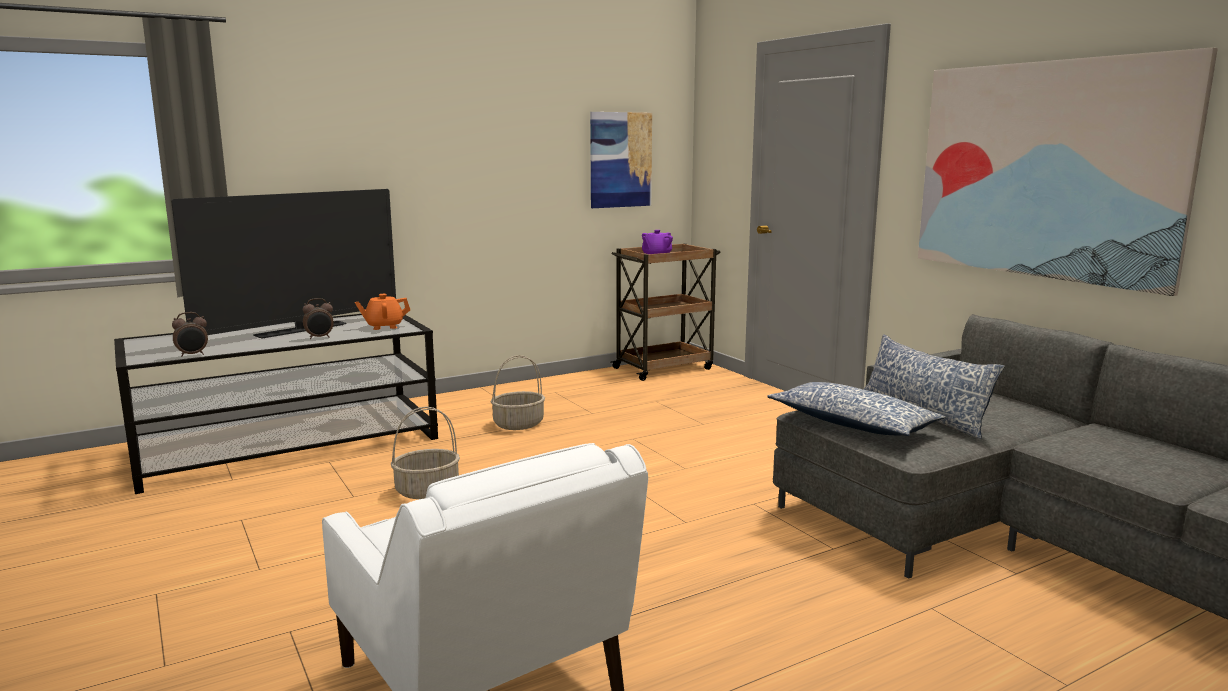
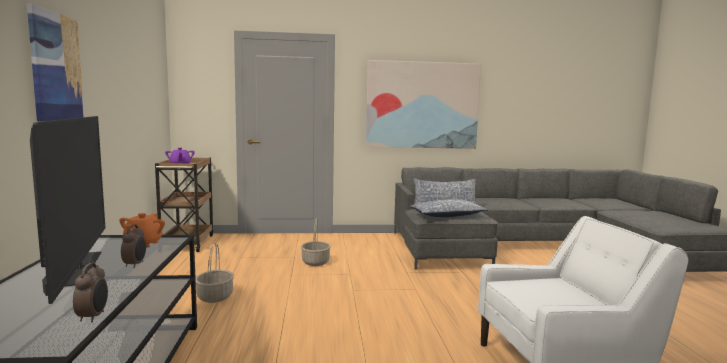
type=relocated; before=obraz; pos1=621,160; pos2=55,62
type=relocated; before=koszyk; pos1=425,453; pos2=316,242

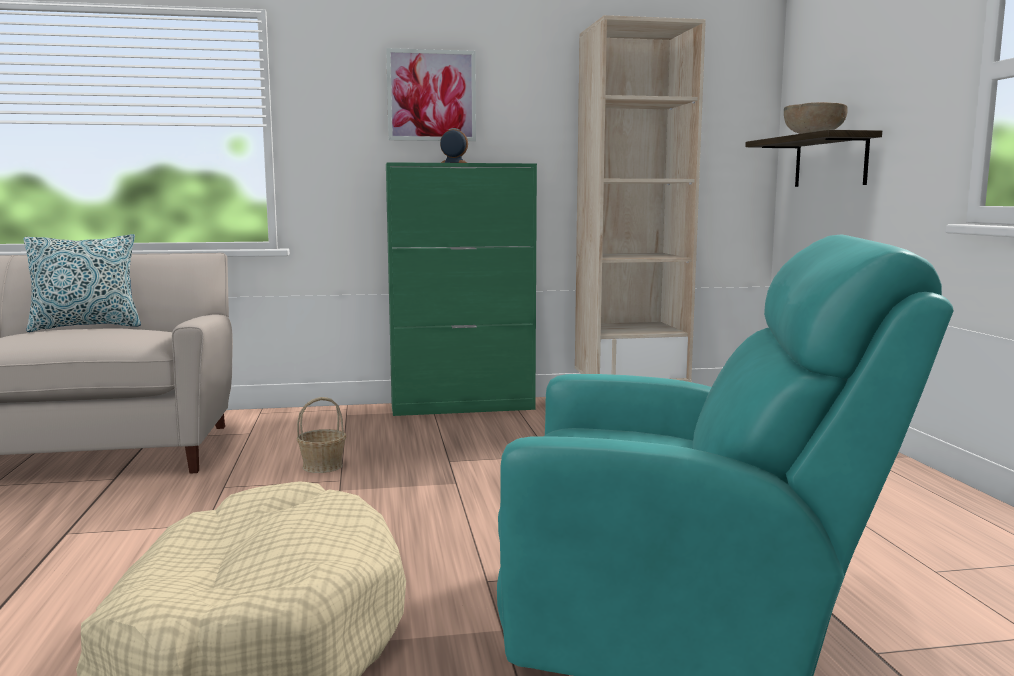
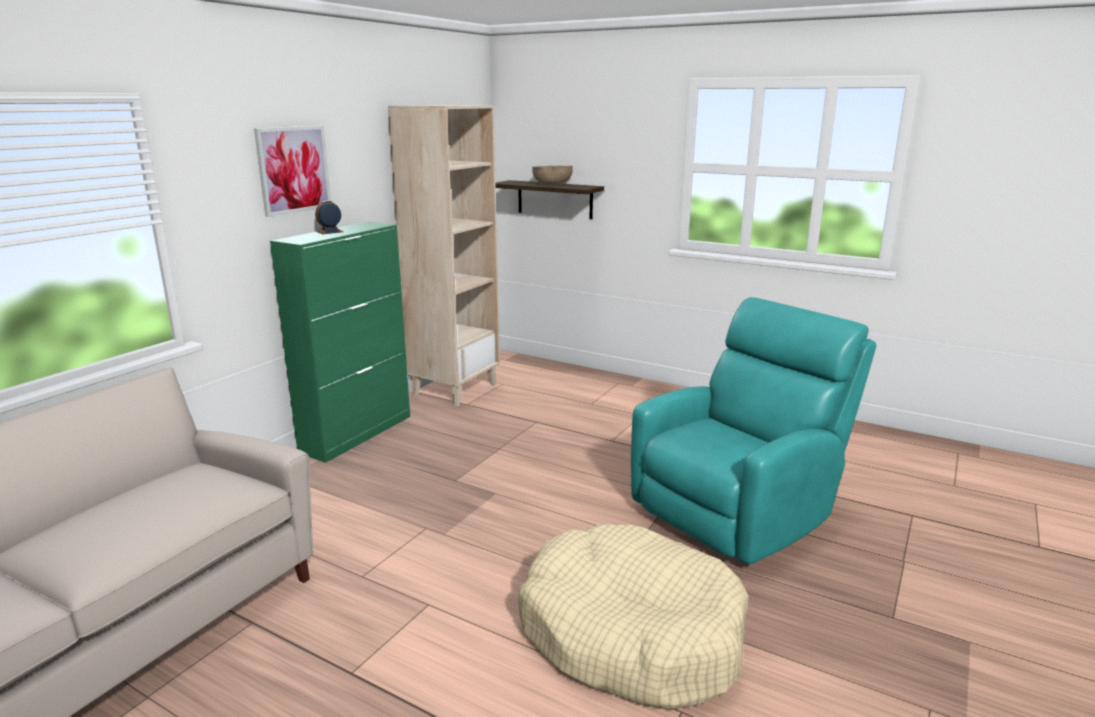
type=missing; before=poduszka; pos1=82,283
type=missing; before=koszyk; pos1=322,435

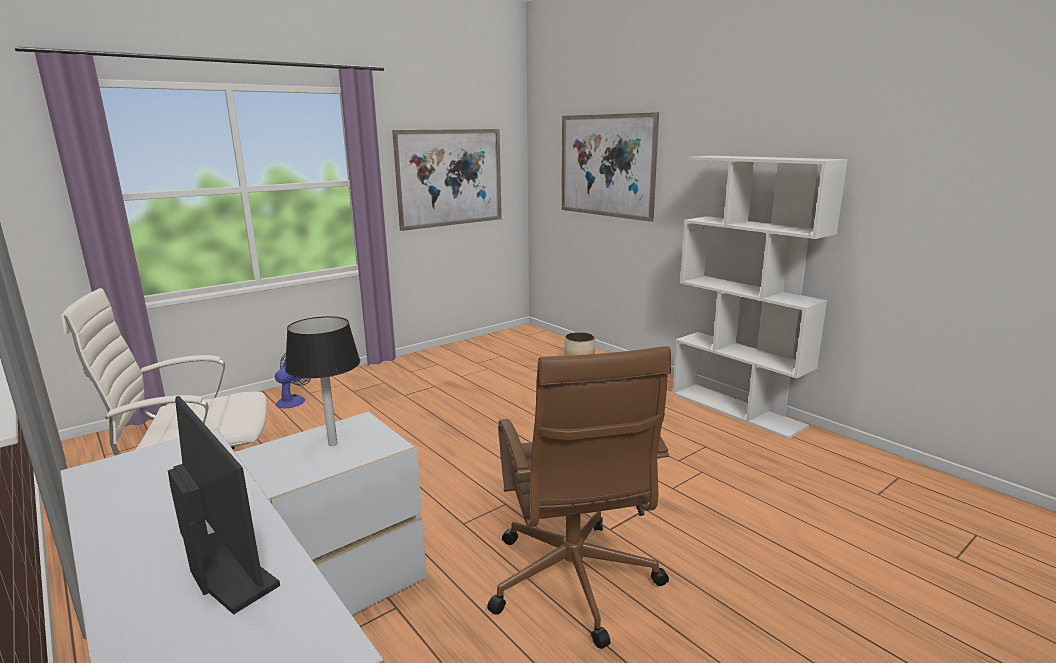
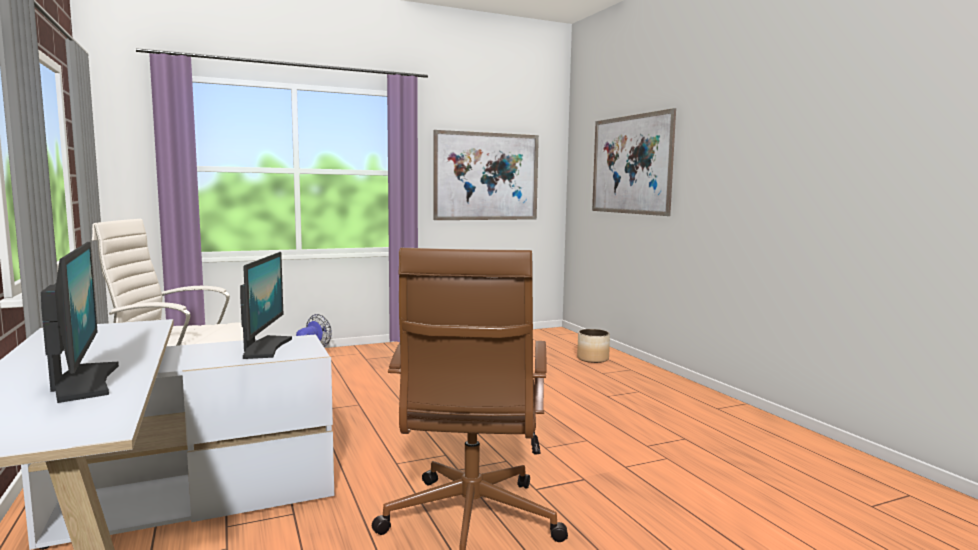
type=missing; before=regał/biały; pos1=760,297
type=exchanged; before=lampa stołowa/czarny; after=monitor; pos1=322,381; pos2=266,305

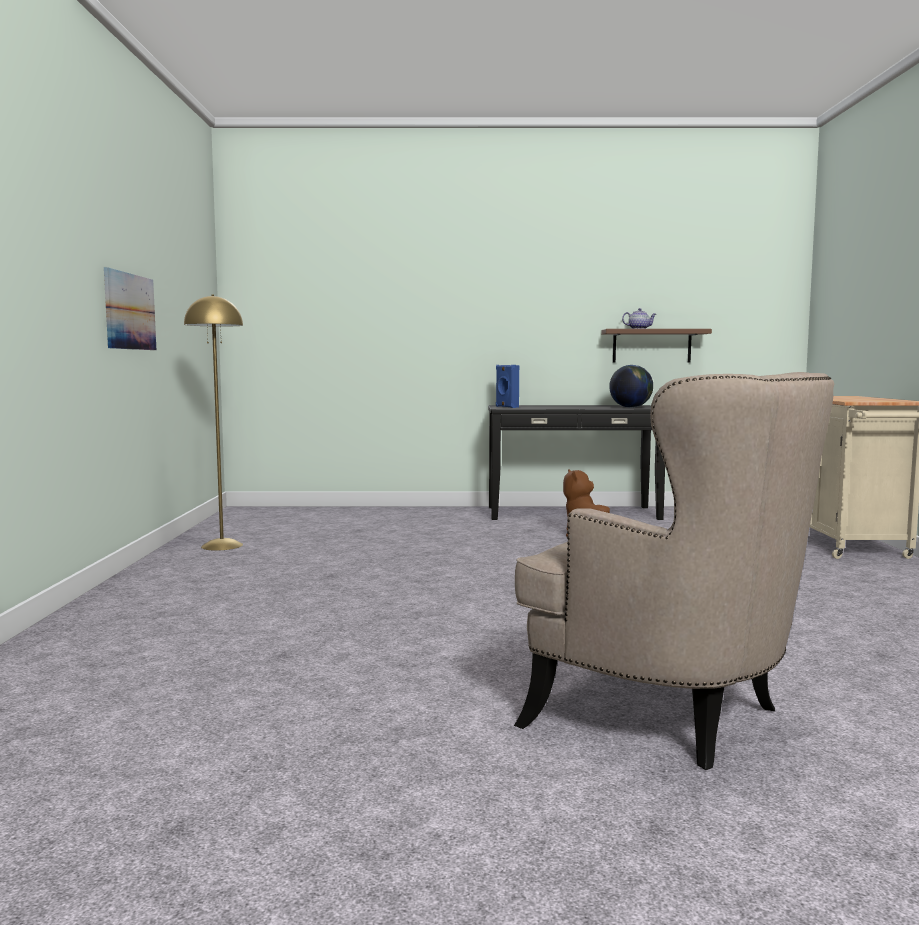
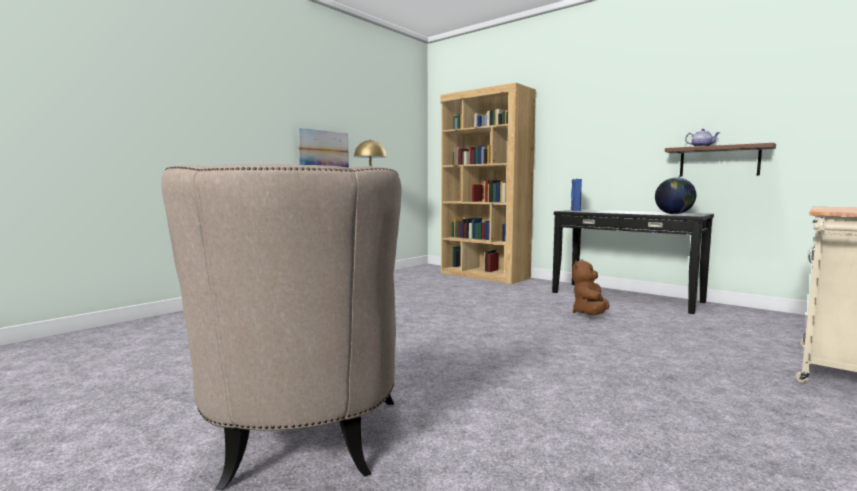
type=appeared; after=regał/brązowy; pos2=488,183

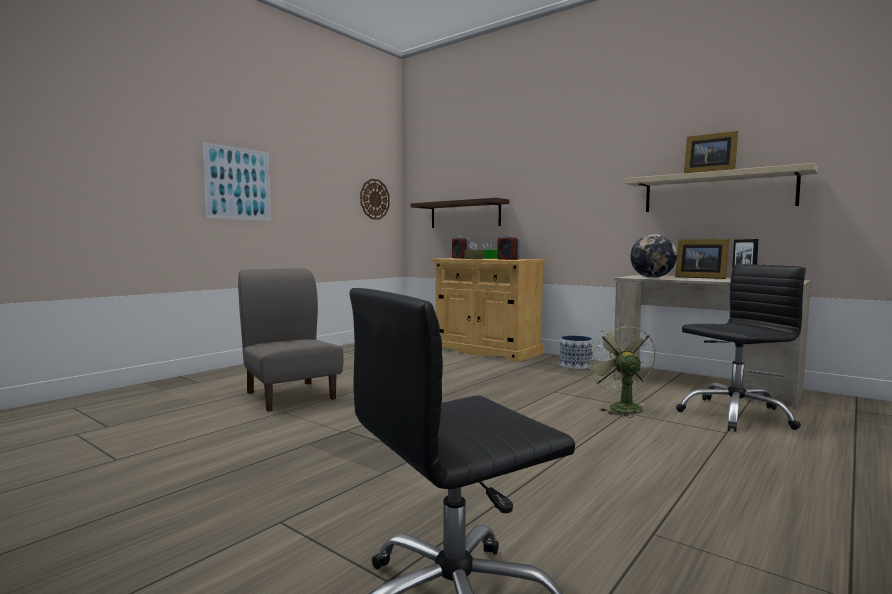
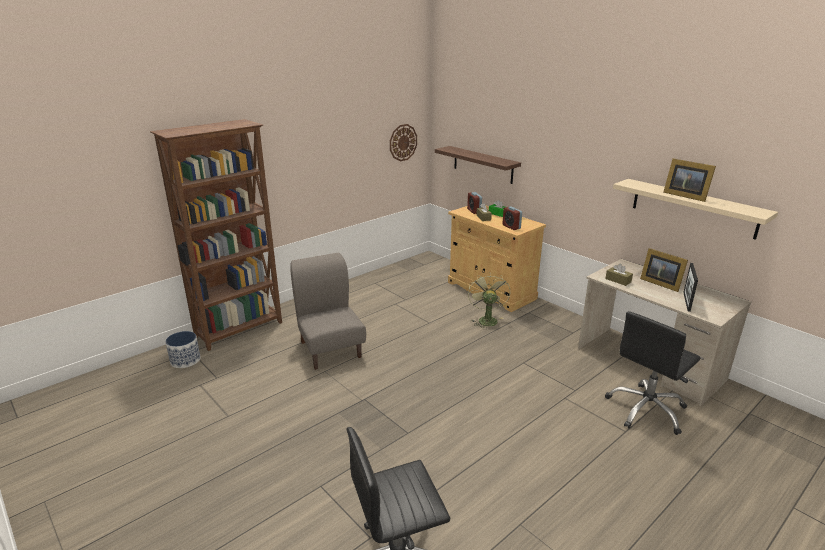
type=missing; before=obraz; pos1=236,181
type=exchanged; before=globus; after=pudełko chusteczek/brązowy; pos1=653,256; pos2=619,275
type=spun; before=krzesło biurowe/czarny; pos1=741,347; pos2=652,373; turn=150
type=relocated; before=wentylator/zielony; pos1=621,370; pos2=489,300
type=relocated; before=donica; pos1=576,352; pos2=182,349
type=appeared; after=regał/brązowy; pos2=216,235

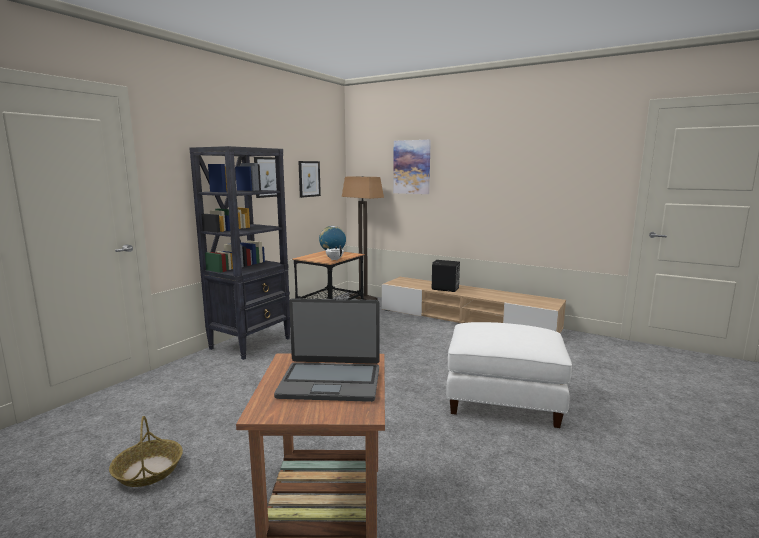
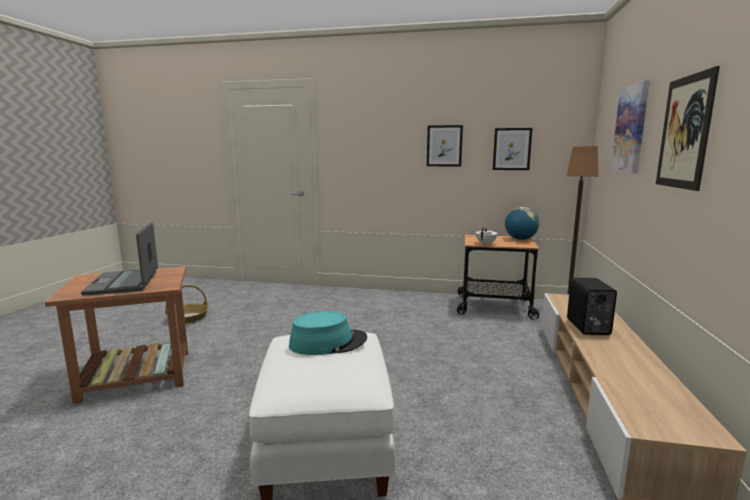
type=missing; before=regał/czarny; pos1=239,253
type=appeared; after=obraz; pos2=688,128
type=appeared; after=kapelusz/turkusowy; pos2=328,333

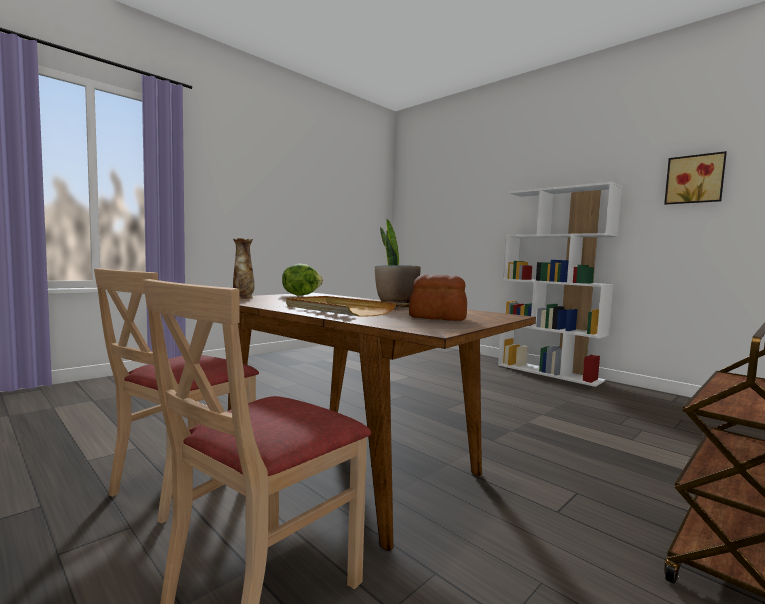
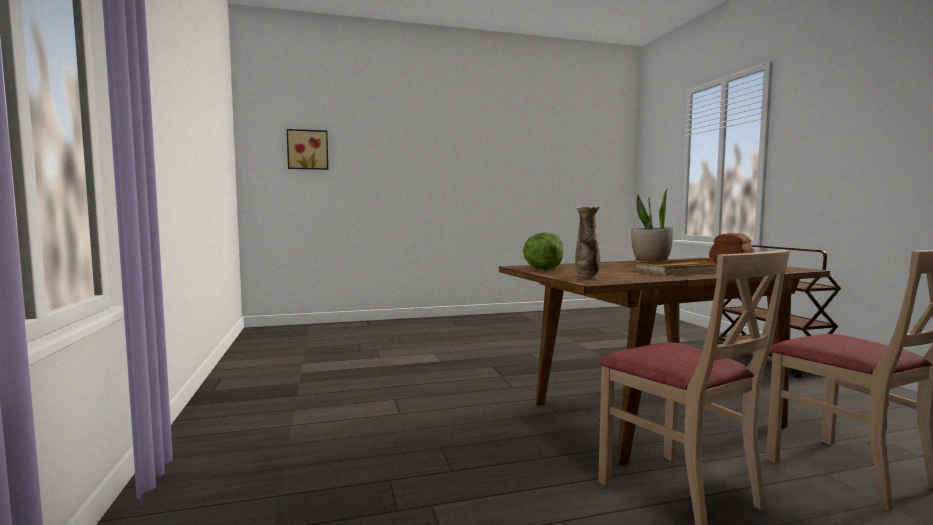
type=relocated; before=obraz; pos1=695,178; pos2=307,149
type=missing; before=regał/biały; pos1=560,284

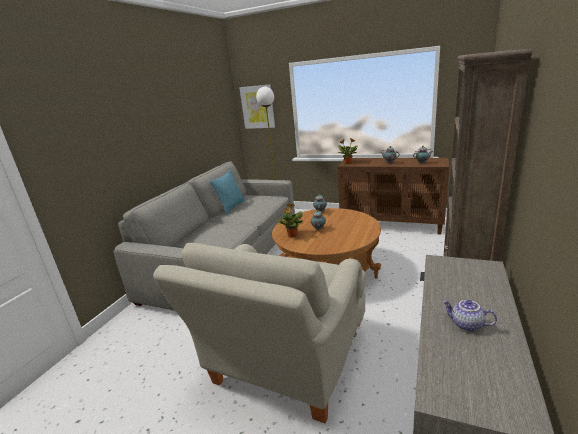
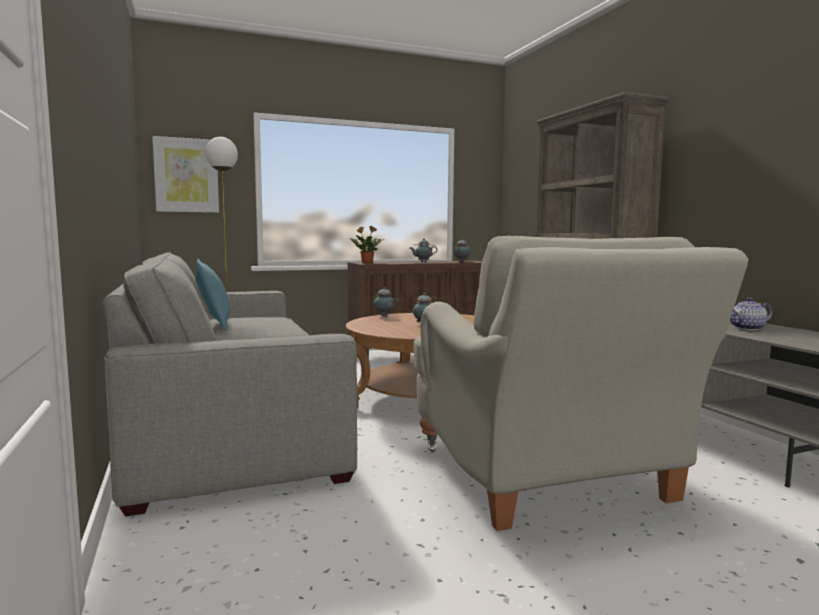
type=missing; before=roślina doniczkowa; pos1=289,220

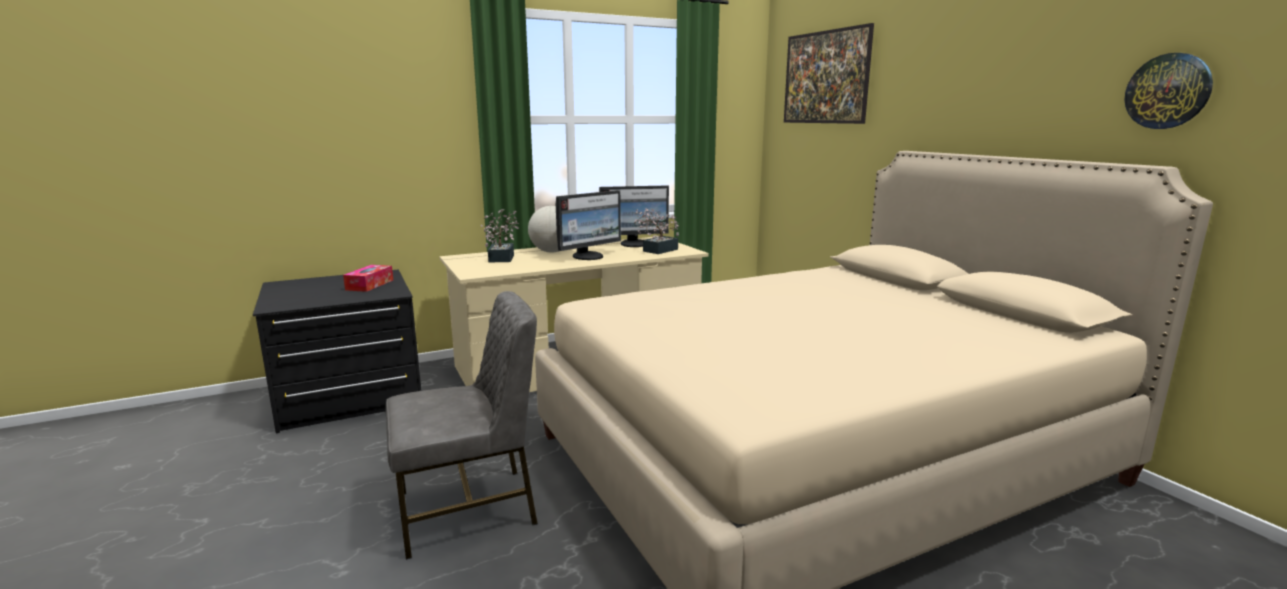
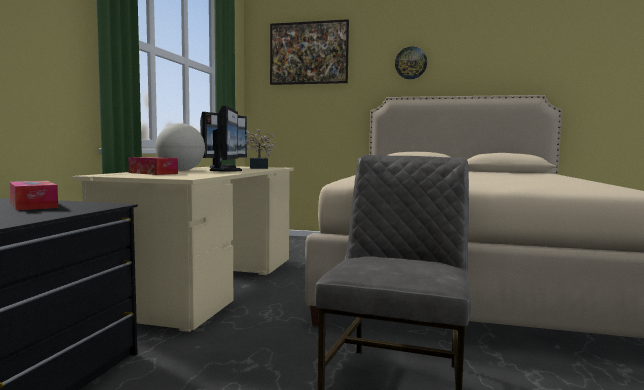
type=relocated; before=zegar ścienny; pos1=1169,91; pos2=411,63
type=exchanged; before=roślina doniczkowa; after=pudełko chusteczek; pos1=500,236; pos2=153,166

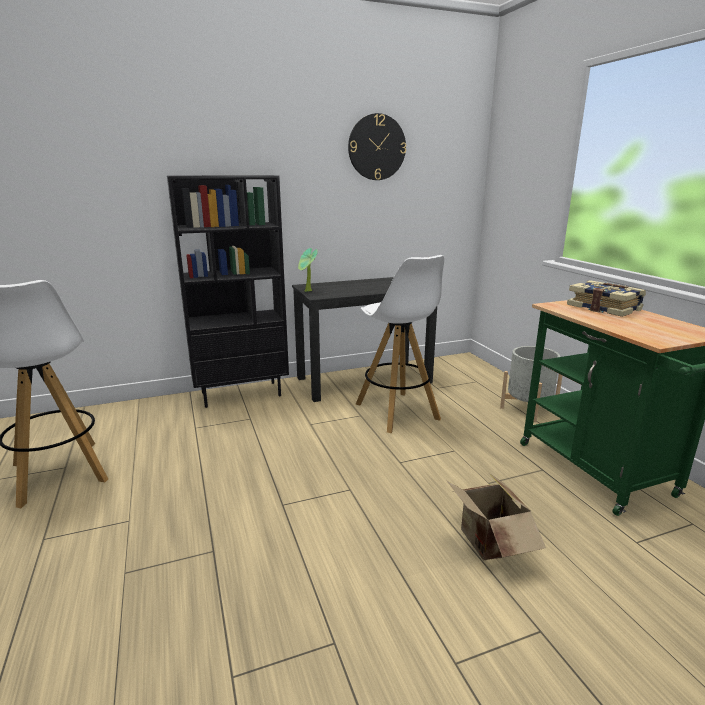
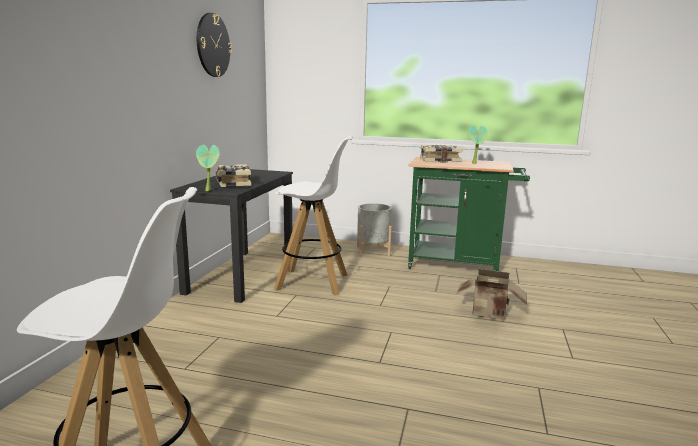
type=missing; before=regał/czarny; pos1=228,291
type=appeared; after=roślina doniczkowa; pos2=478,144
type=appeared; after=książka; pos2=233,175

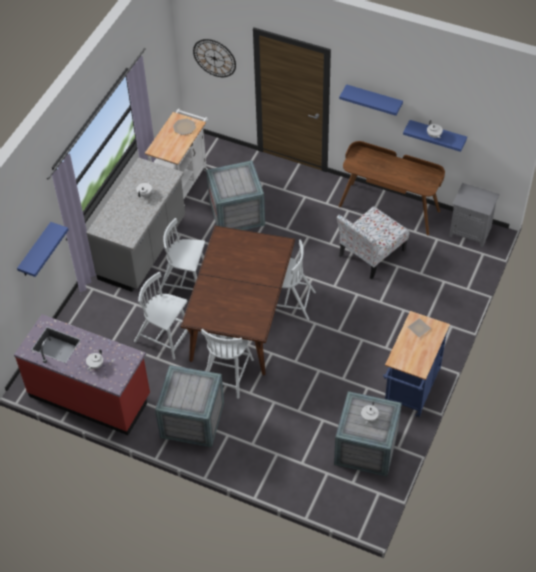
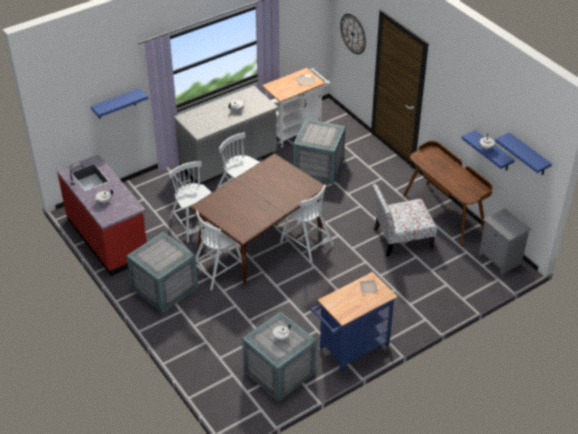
type=relocated; before=półka/niebieski; pos1=371,100; pos2=523,153

